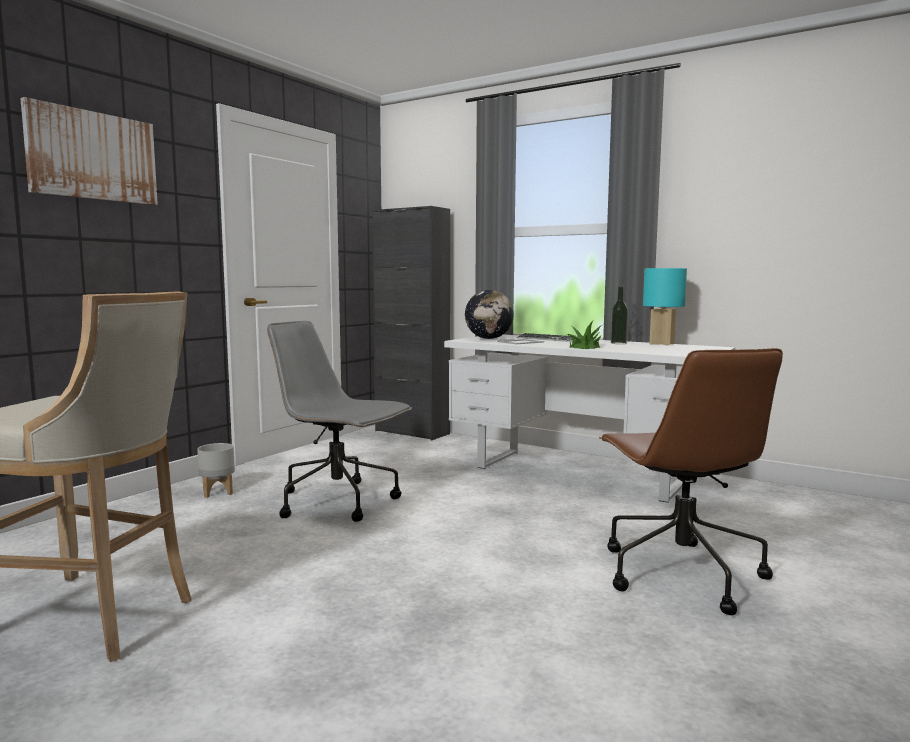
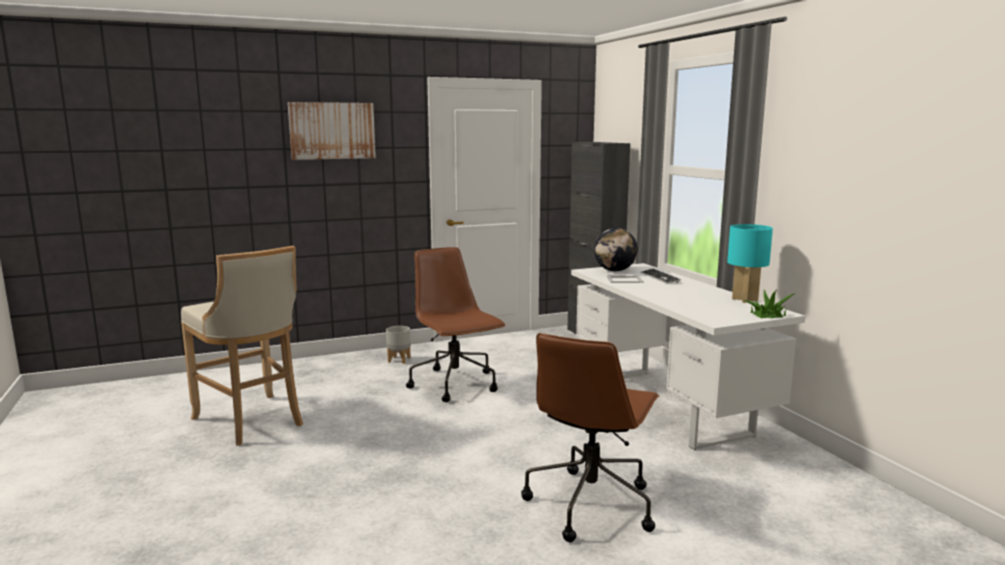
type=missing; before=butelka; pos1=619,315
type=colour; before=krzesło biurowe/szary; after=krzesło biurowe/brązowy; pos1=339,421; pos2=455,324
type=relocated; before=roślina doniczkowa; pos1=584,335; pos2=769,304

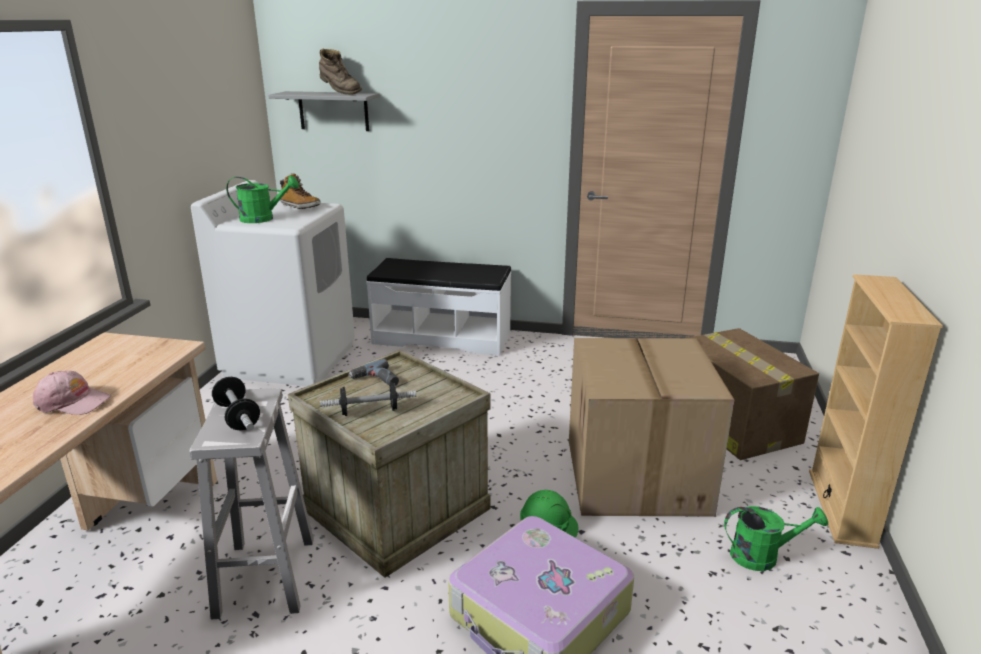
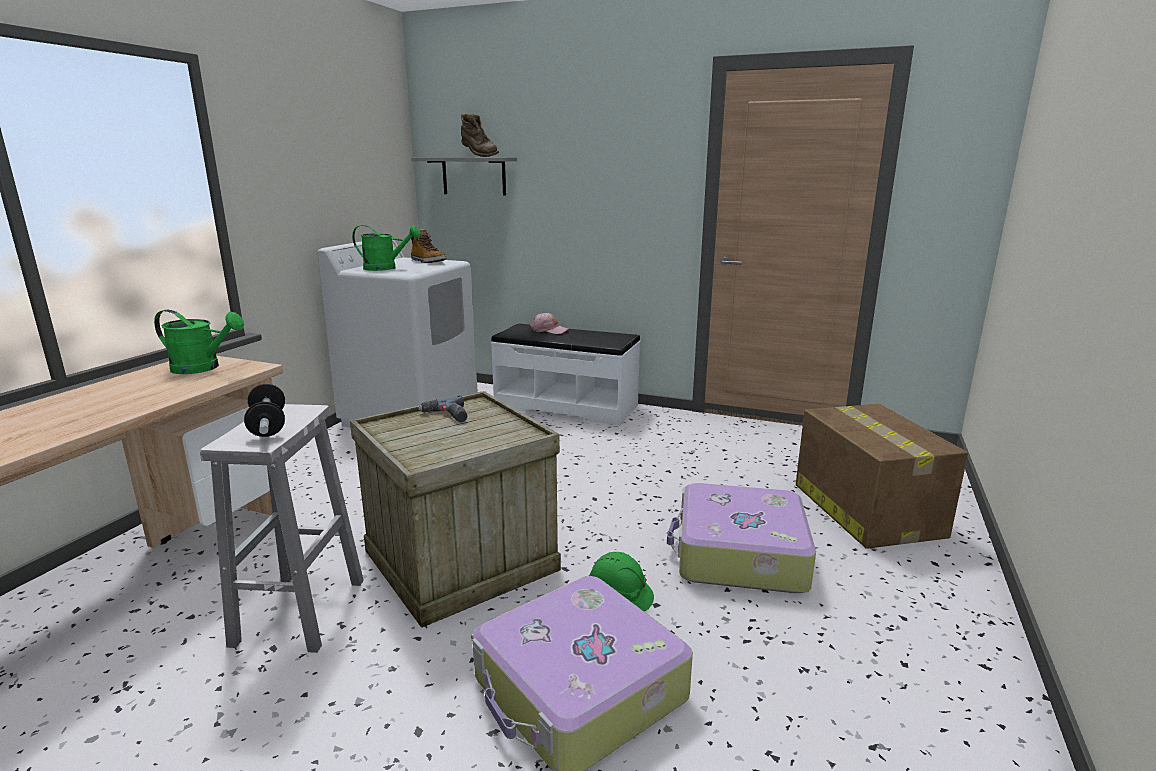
type=missing; before=regał/beżowy; pos1=876,411
type=exchanged; before=karton; after=walizka; pos1=652,427; pos2=741,538
type=relocated; before=czapka z daszkiem/różowy; pos1=72,393; pos2=549,323
type=missing; before=hantel; pos1=368,399
type=relocated; before=konewka/zielony; pos1=776,538; pos2=199,341

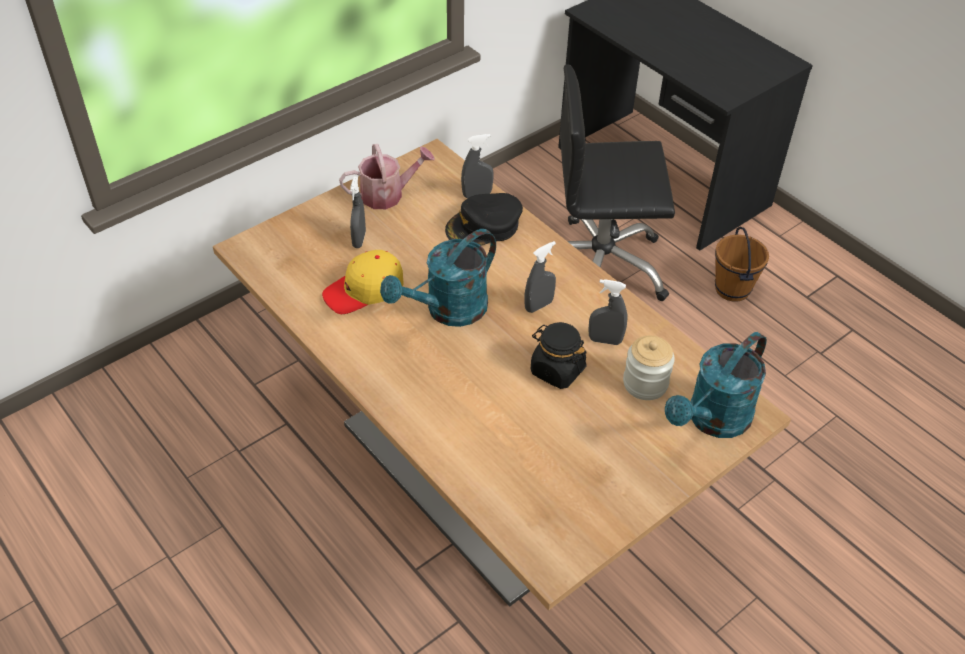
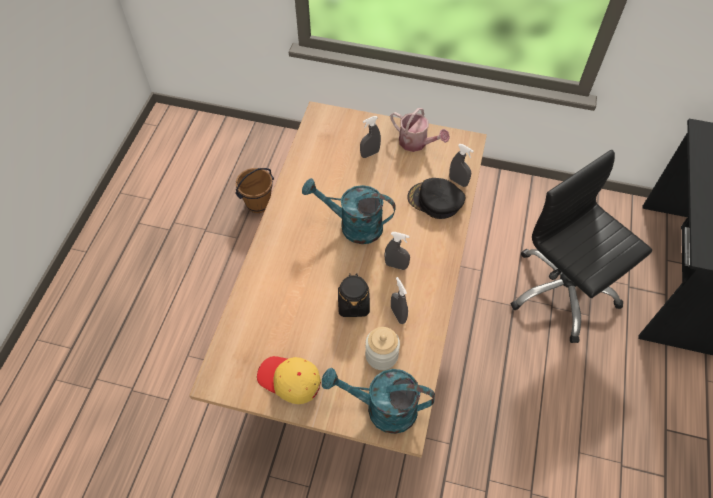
type=relocated; before=wiadro/brązowy; pos1=742,264; pos2=254,190
type=relocated; before=czapka z daszkiem/żółty; pos1=363,282; pos2=289,380

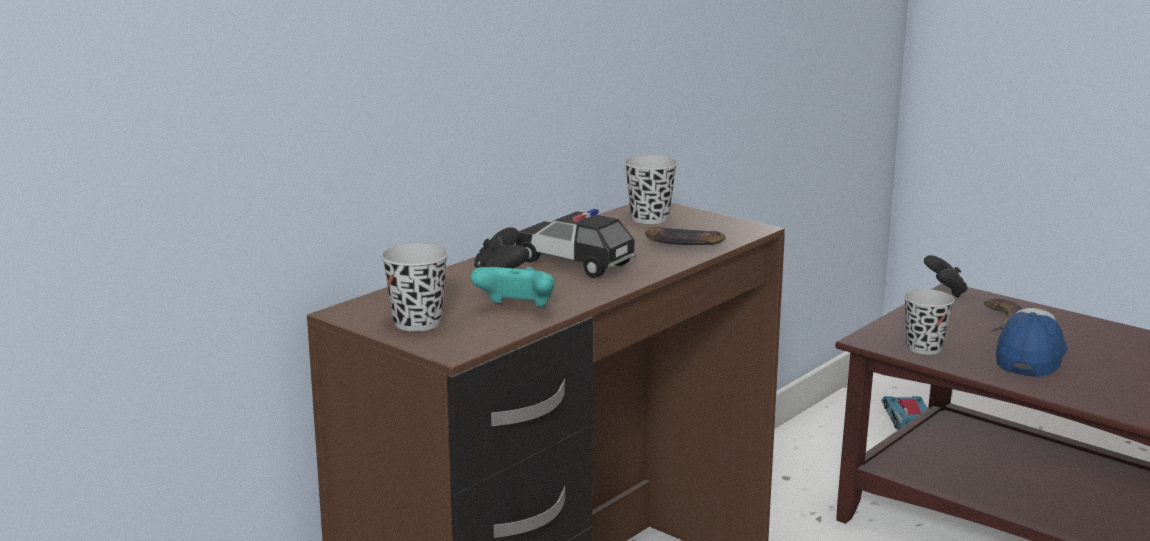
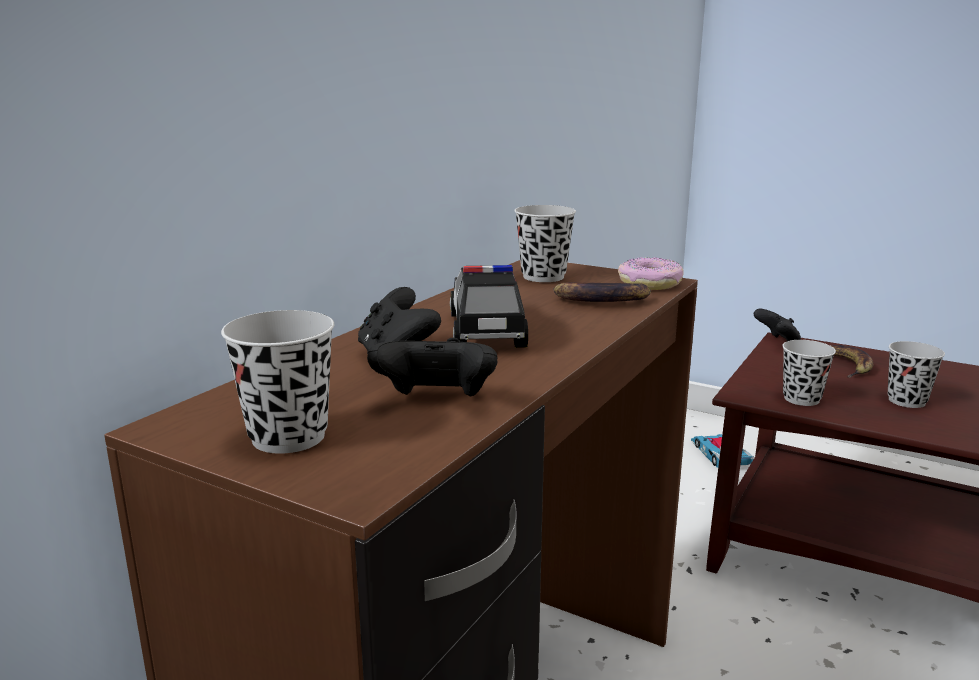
type=spun; before=samochodzik; pos1=576,243; pos2=489,306; turn=60
type=colour; before=pad do gier/turkusowy; after=pad do gier/czarny; pos1=512,287; pos2=432,367
type=exchanged; before=czapka z daszkiem; after=filiżanka/czarny; pos1=1032,342; pos2=916,374
type=appeared; after=donut; pos2=651,273

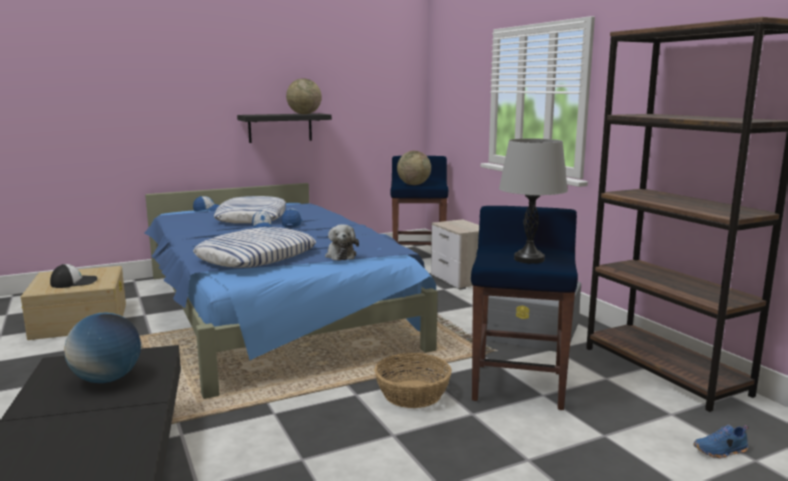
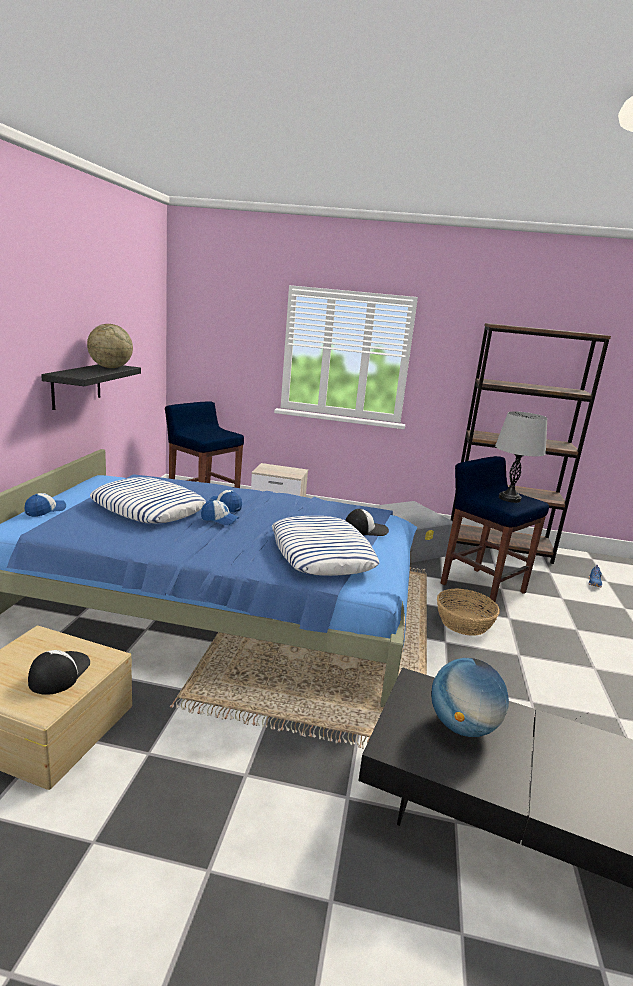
type=missing; before=globus; pos1=414,168
type=exchanged; before=pluszak; after=czapka z daszkiem; pos1=342,242; pos2=367,522

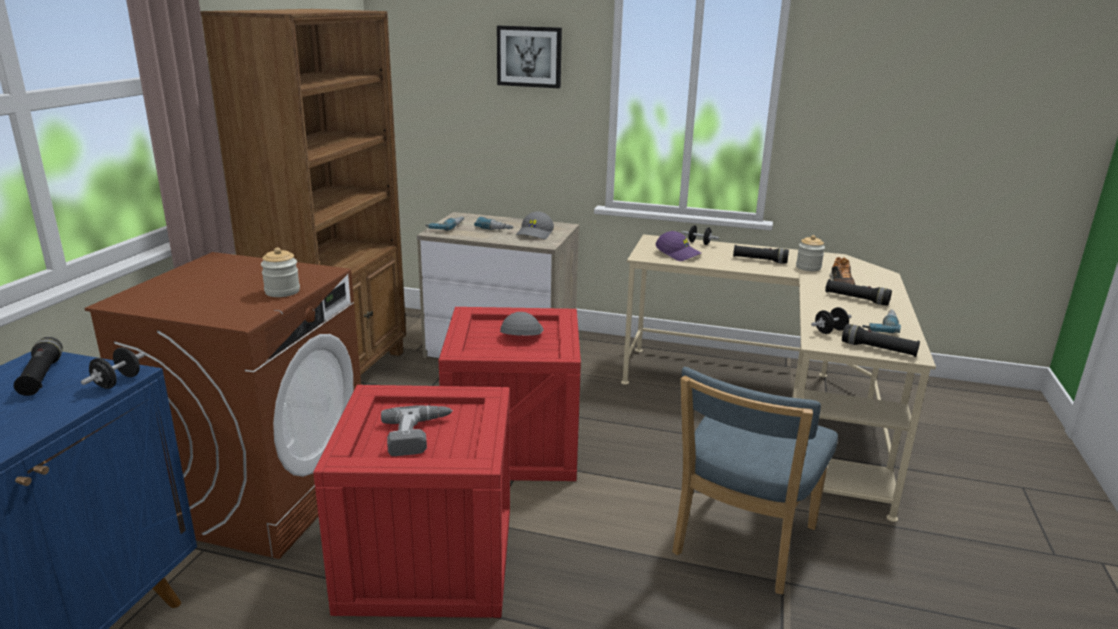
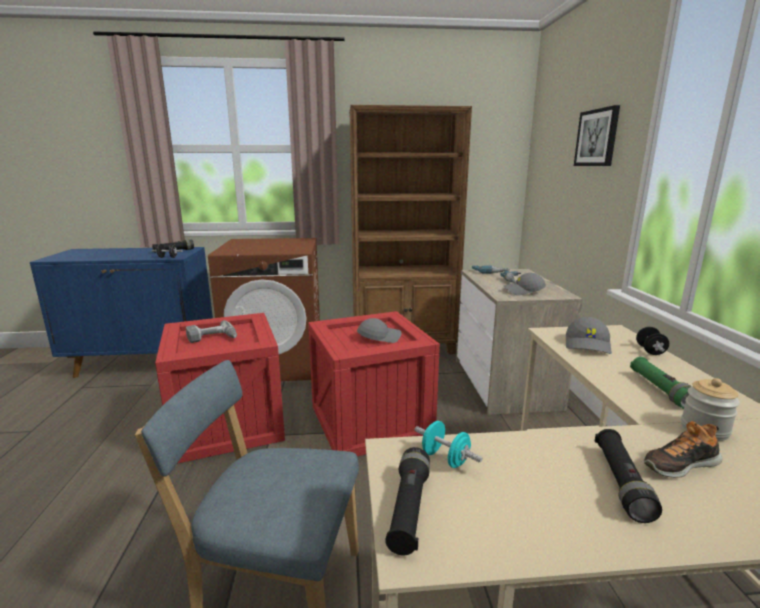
type=colour; before=czapka z daszkiem/fioletowy; after=czapka z daszkiem/szary; pos1=678,246; pos2=589,335
type=colour; before=latarka/czarny; after=latarka/zielony; pos1=761,254; pos2=661,383
type=missing; before=słoik; pos1=280,272
type=colour; before=hantel/czarny; after=hantel/turkusowy; pos1=831,320; pos2=449,444
type=missing; before=wiertarka; pos1=881,321

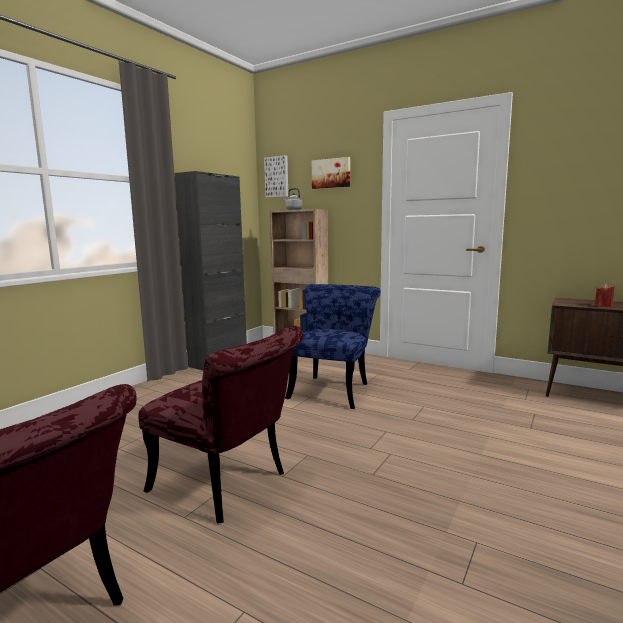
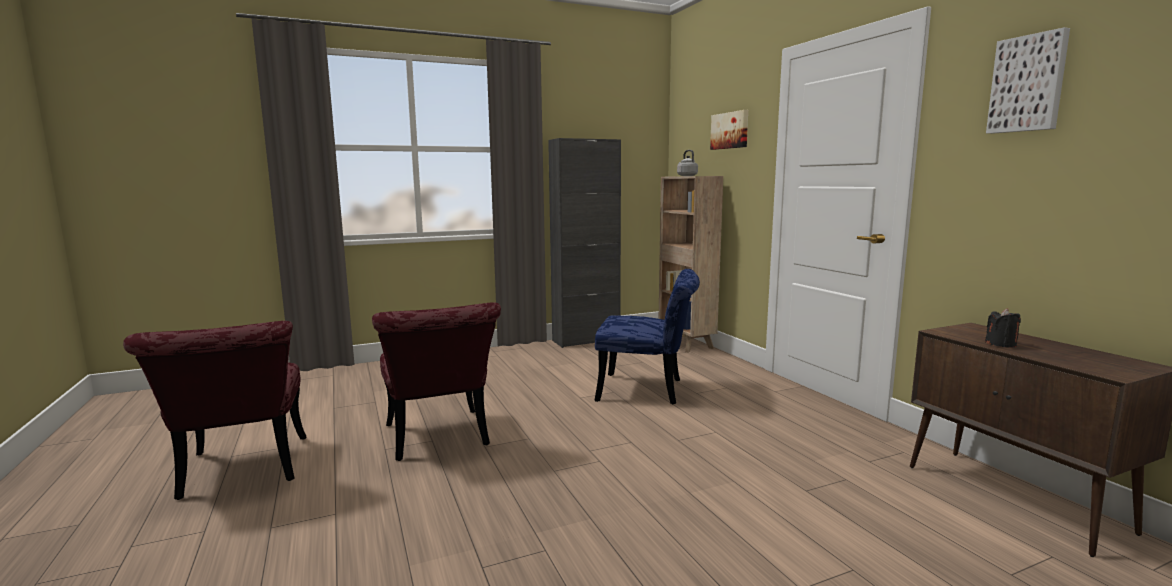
type=relocated; before=obraz; pos1=276,176; pos2=1028,80
type=spun; before=krzesło/niebieski; pos1=333,346; pos2=647,336; turn=45
type=colour; before=świeca/czerwony; after=świeca/czarny; pos1=605,295; pos2=1003,328

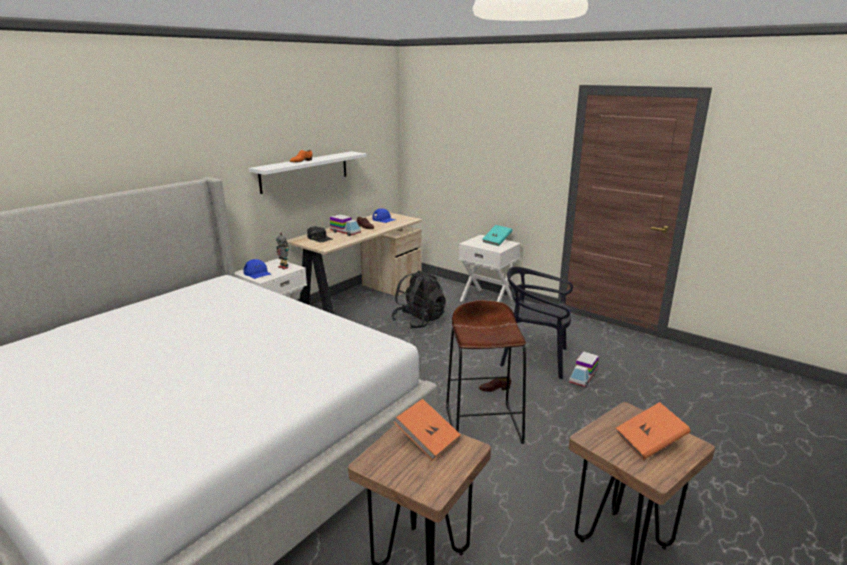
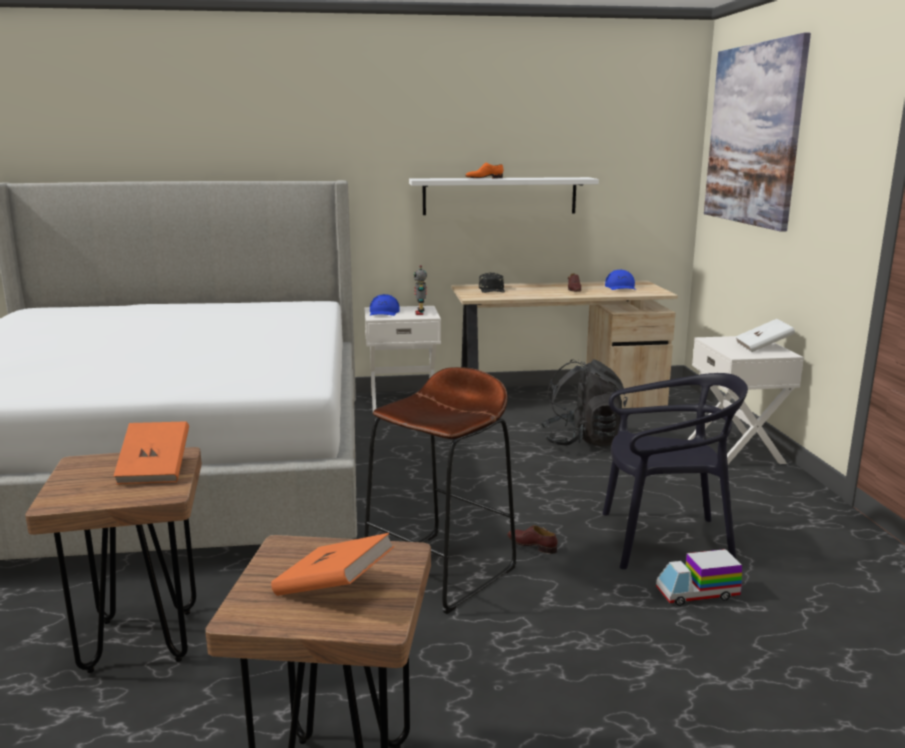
type=missing; before=ciężarówka zabawkowa; pos1=345,225
type=colour; before=książka/turkusowy; after=książka/biały; pos1=497,235; pos2=765,335
type=spun; before=krzesło/czarny; pos1=536,323; pos2=675,471; turn=120
type=appeared; after=obraz; pos2=757,132

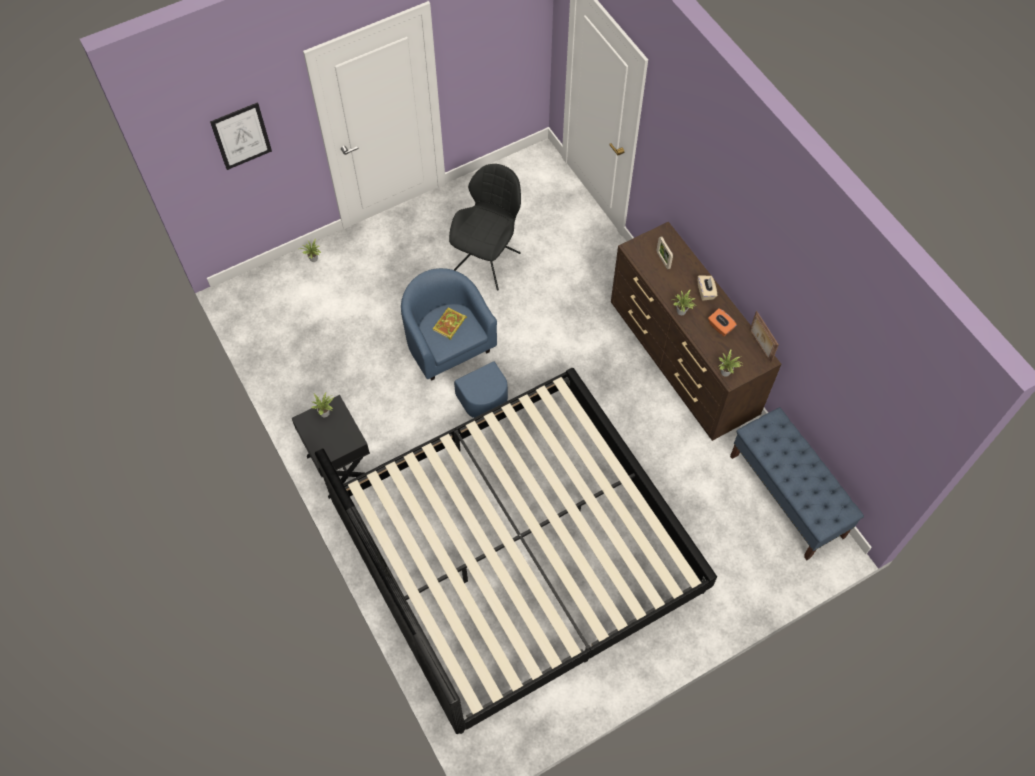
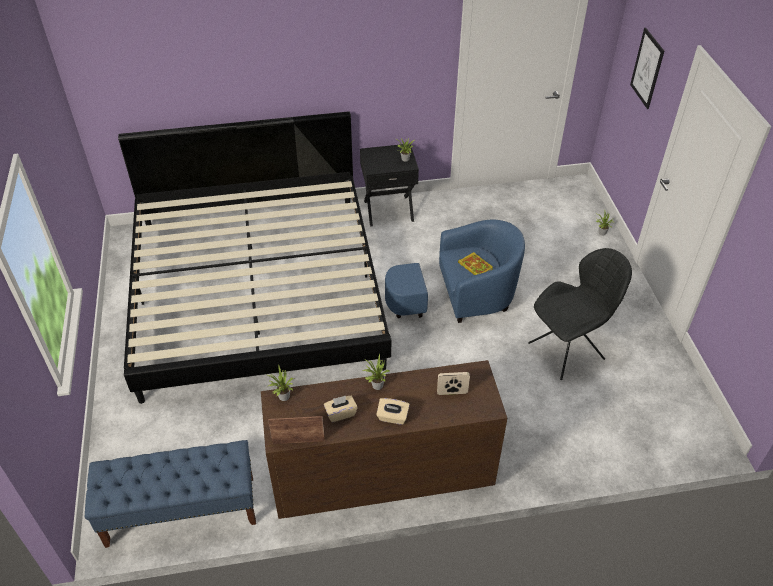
type=spun; before=krzesło/czarny; pos1=485,227; pos2=580,314; turn=-75
type=colour; before=pudełko chusteczek/pomarańczowy; after=pudełko chusteczek/beżowy; pos1=722,322; pos2=341,409

